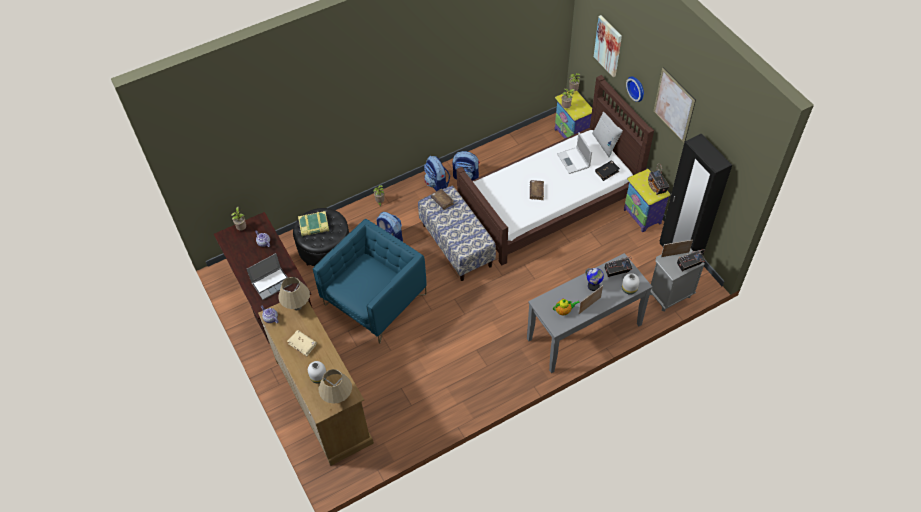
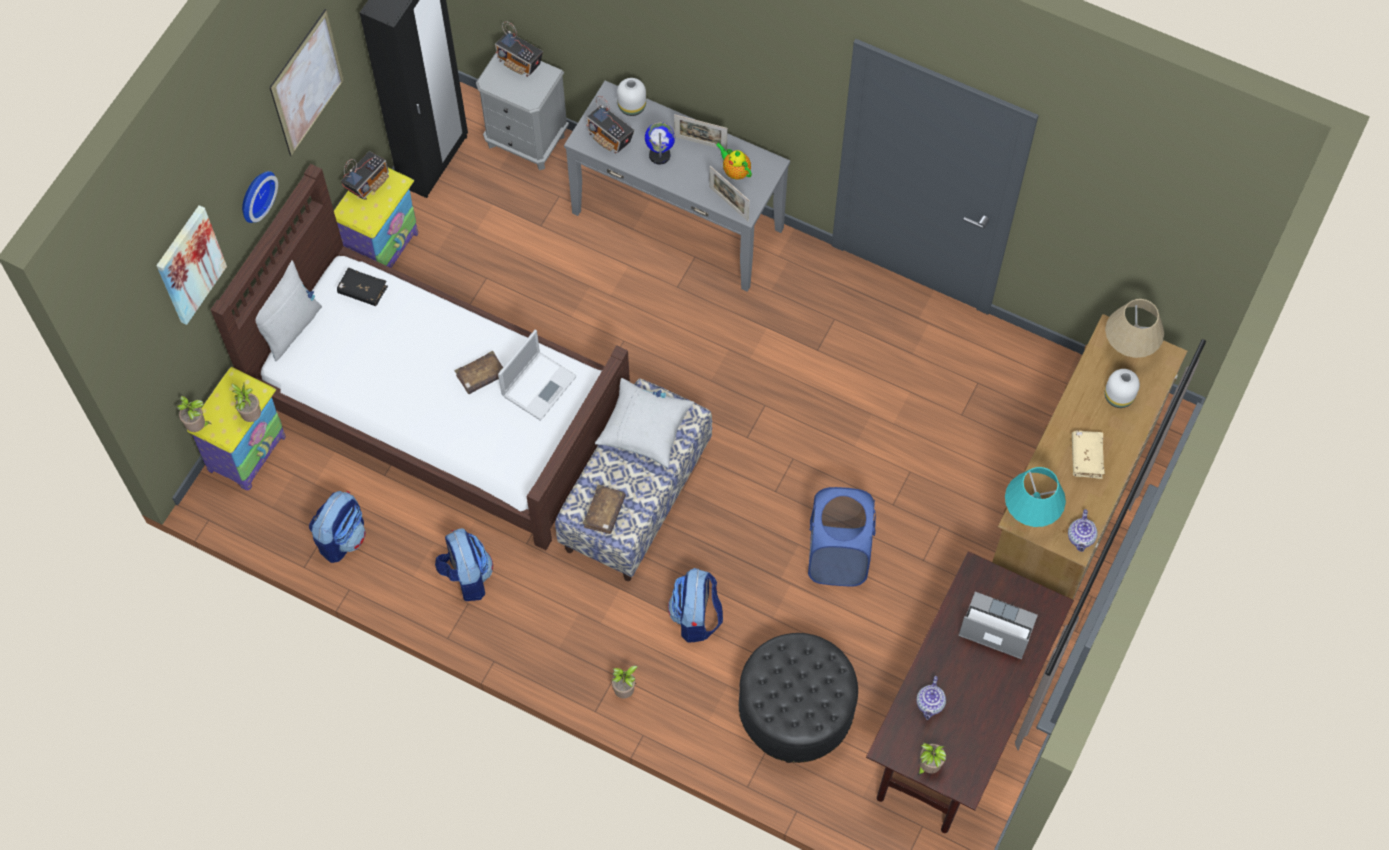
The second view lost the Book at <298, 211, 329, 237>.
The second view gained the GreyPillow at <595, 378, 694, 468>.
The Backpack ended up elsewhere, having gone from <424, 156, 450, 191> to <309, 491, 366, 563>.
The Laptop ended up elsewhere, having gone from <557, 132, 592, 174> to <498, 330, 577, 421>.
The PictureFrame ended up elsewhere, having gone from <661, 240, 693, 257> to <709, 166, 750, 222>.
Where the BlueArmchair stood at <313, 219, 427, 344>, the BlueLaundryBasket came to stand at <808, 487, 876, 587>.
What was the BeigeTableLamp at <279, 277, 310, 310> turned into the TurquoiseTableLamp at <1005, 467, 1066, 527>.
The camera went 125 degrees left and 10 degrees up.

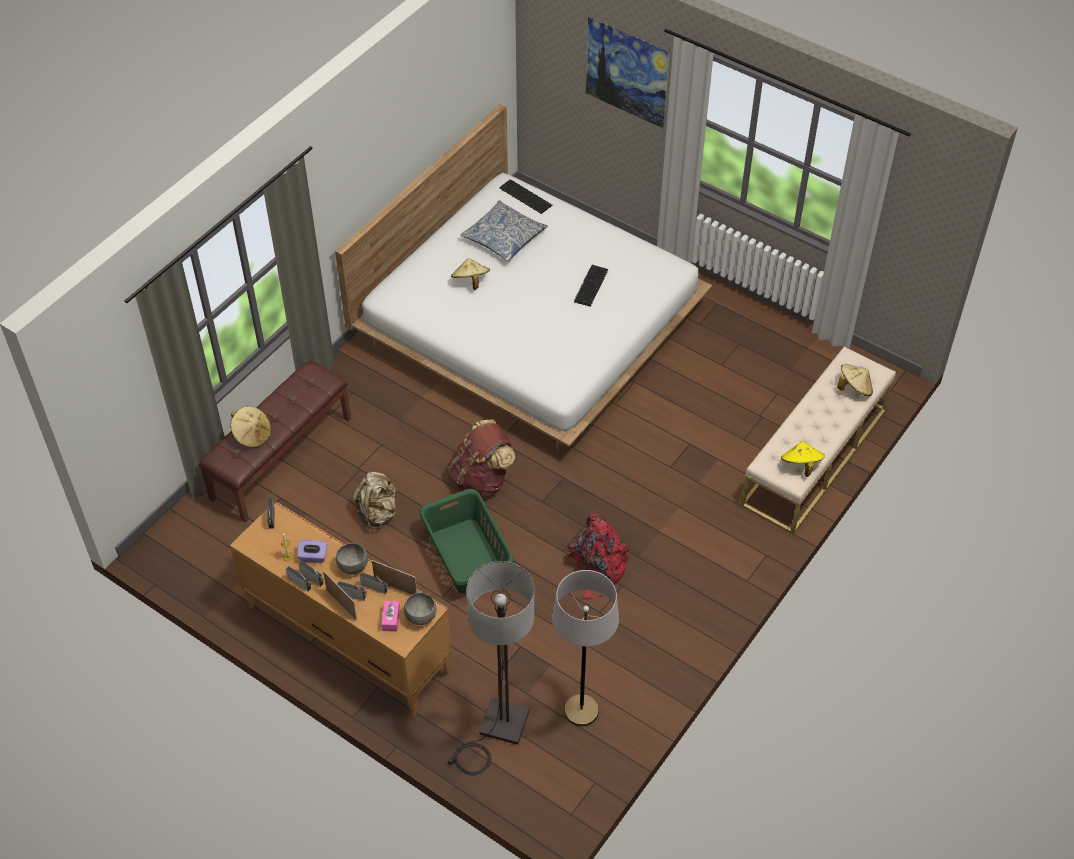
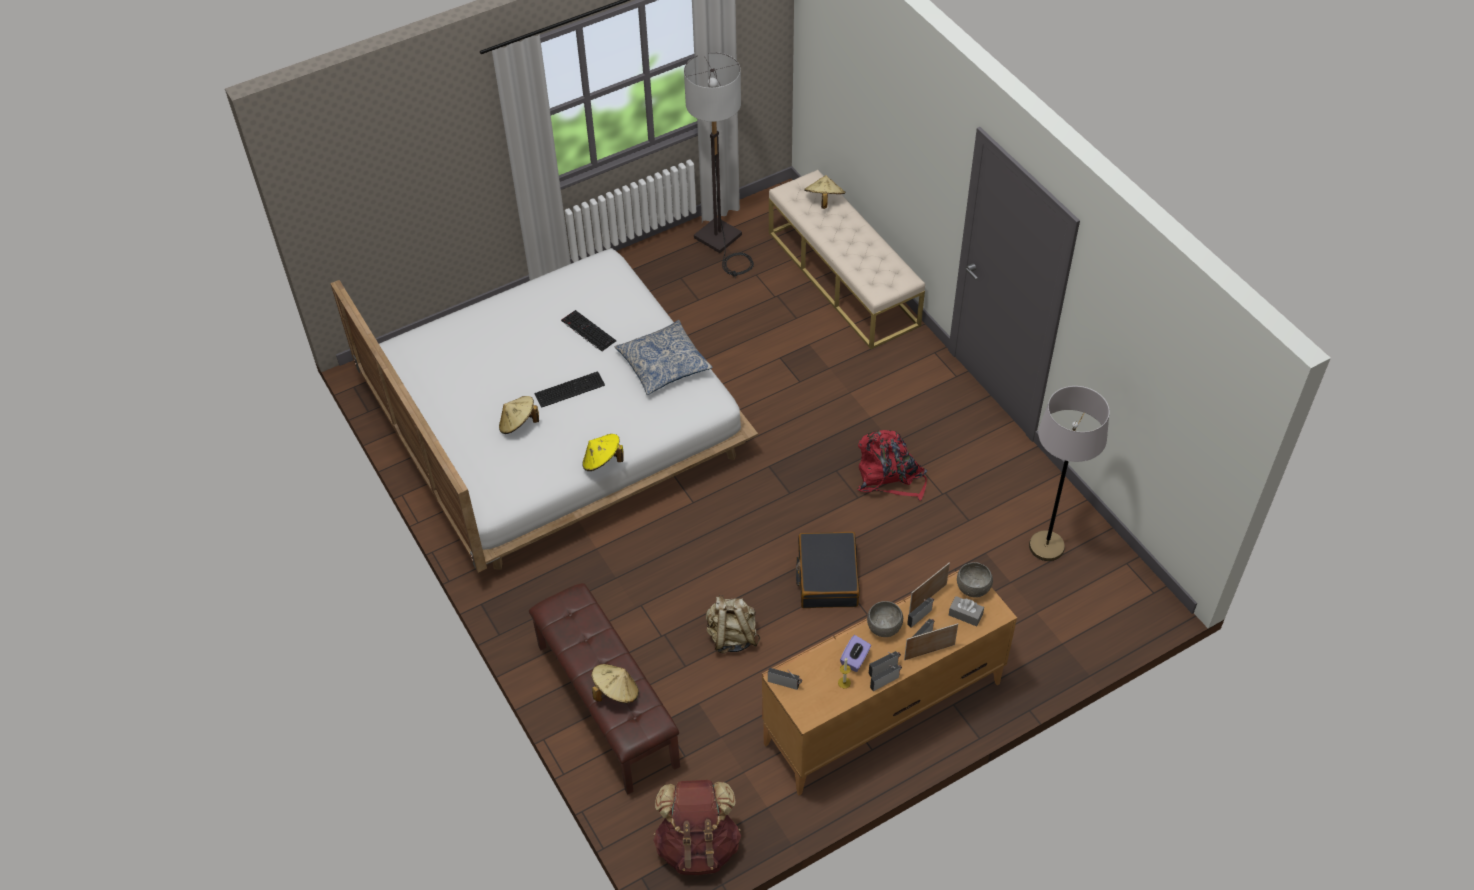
The second view lost the Picture at <586, 17, 670, 129>.
The BrownBackpack ended up elsewhere, having gone from <448, 419, 515, 497> to <653, 780, 741, 875>.
The FloorLamp ended up elsewhere, having gone from <448, 561, 534, 776> to <684, 52, 754, 278>.
The Pillow ended up elsewhere, having gone from <460, 200, 548, 262> to <614, 320, 712, 395>.
The Keyboard ended up elsewhere, having gone from <500, 179, 552, 214> to <534, 371, 605, 408>.
The YellowHat ended up elsewhere, having gone from <781, 441, 825, 477> to <582, 434, 624, 471>.
Where the GreenLaundryBasket stood at <419, 489, 514, 594>, the BlackSuitcase came to stand at <795, 532, 860, 608>.
What was the PinkTissueBox at <381, 601, 400, 632> turned into the GreyTissueBox at <949, 596, 984, 626>.
The camera went 65 degrees left and 0 degrees up.

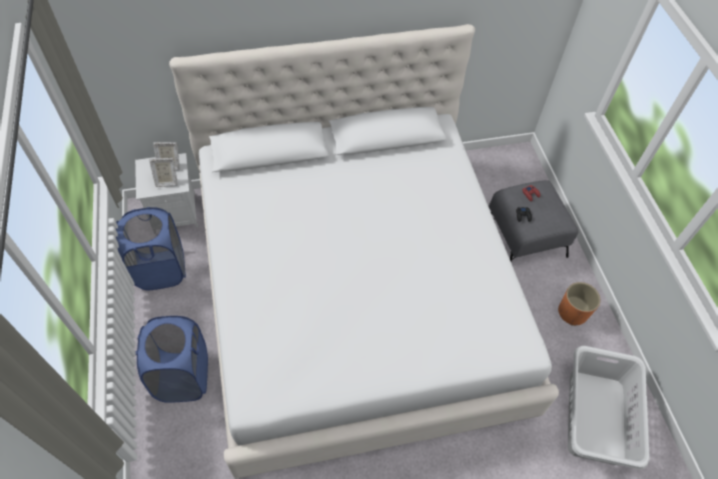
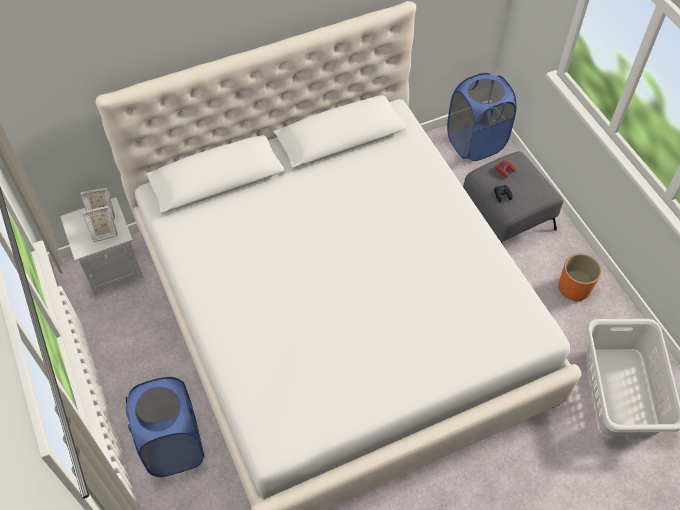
The BlueLaundryBasket ended up elsewhere, having gone from <116, 207, 186, 290> to <447, 73, 517, 161>.
The camera went 10 degrees left and 0 degrees up.

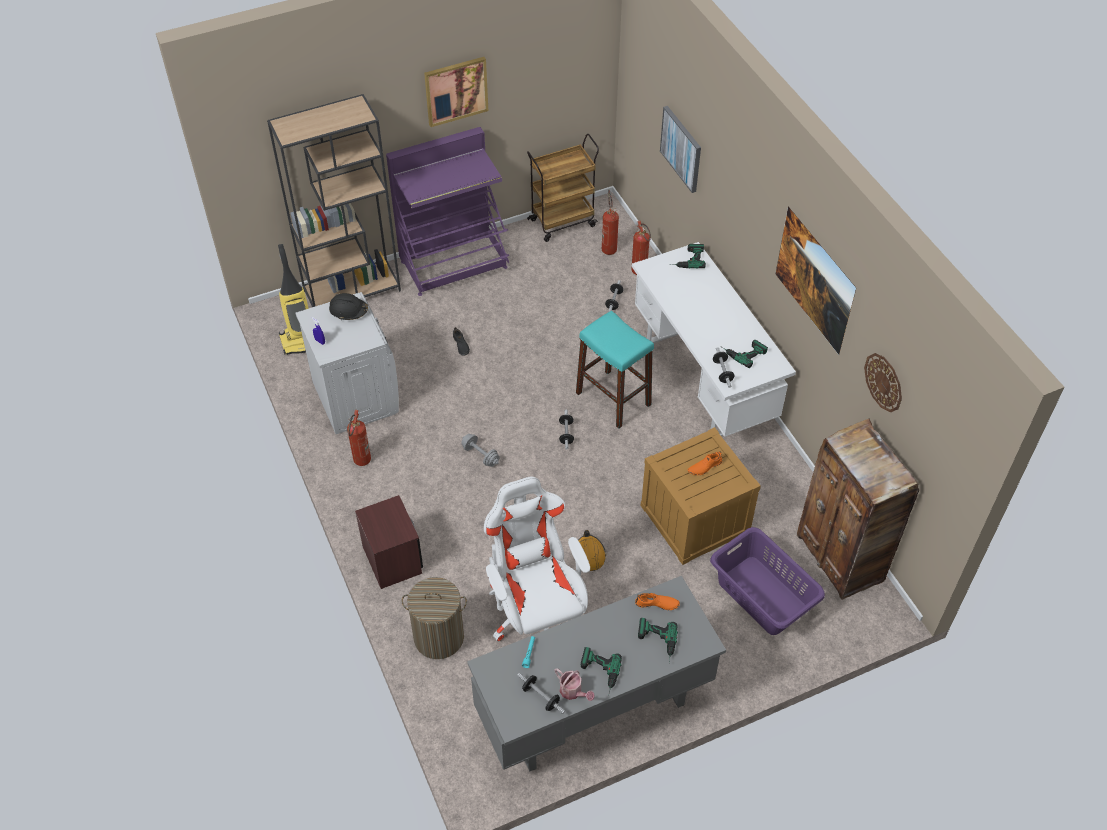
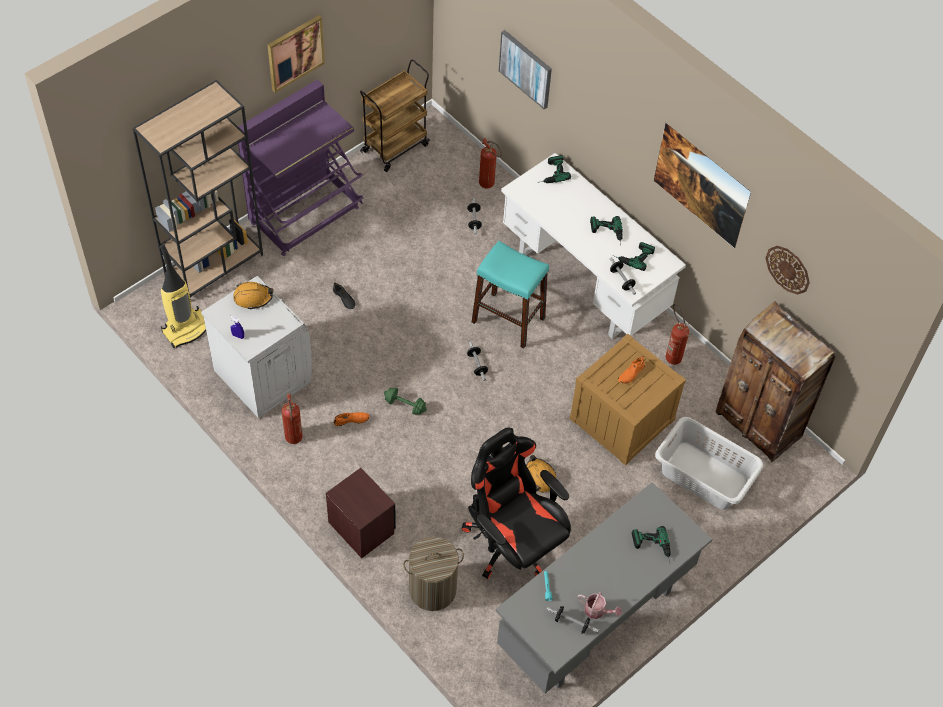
The PowerDrill ended up elsewhere, having gone from <581, 647, 622, 696> to <590, 216, 623, 245>.
The FireExtinguisher ended up elsewhere, having gone from <602, 190, 619, 255> to <666, 304, 689, 365>.
The OrangeShoe ended up elsewhere, having gone from <635, 593, 680, 610> to <334, 412, 370, 426>.
What was the BlackHardHat at <329, 293, 368, 320> turned into the OrangeHardHat at <233, 282, 273, 310>.
What was the GreyDumbbell at <461, 434, 500, 467> turned into the GreenDumbbell at <384, 388, 427, 415>.
What was the WhiteOfficeChair at <484, 476, 590, 641> turned into the BlackOfficeChair at <462, 427, 571, 579>.
What was the PurpleLaundryBasket at <710, 527, 825, 635> turned into the GreyLaundryBasket at <655, 417, 763, 510>.
The camera went 20 degrees left and 5 degrees up.

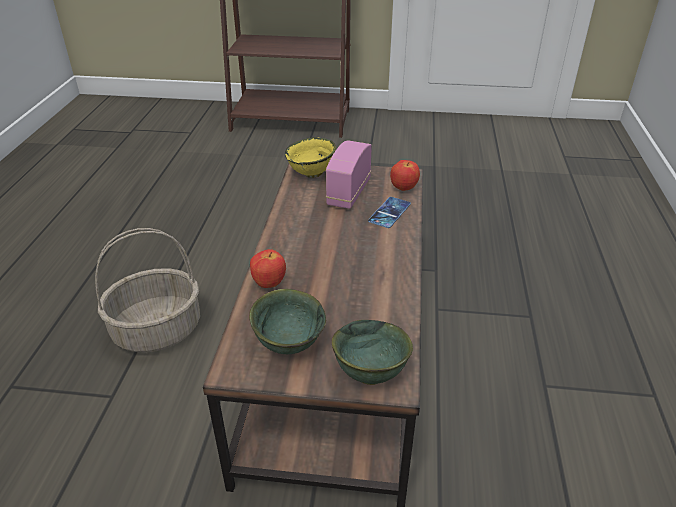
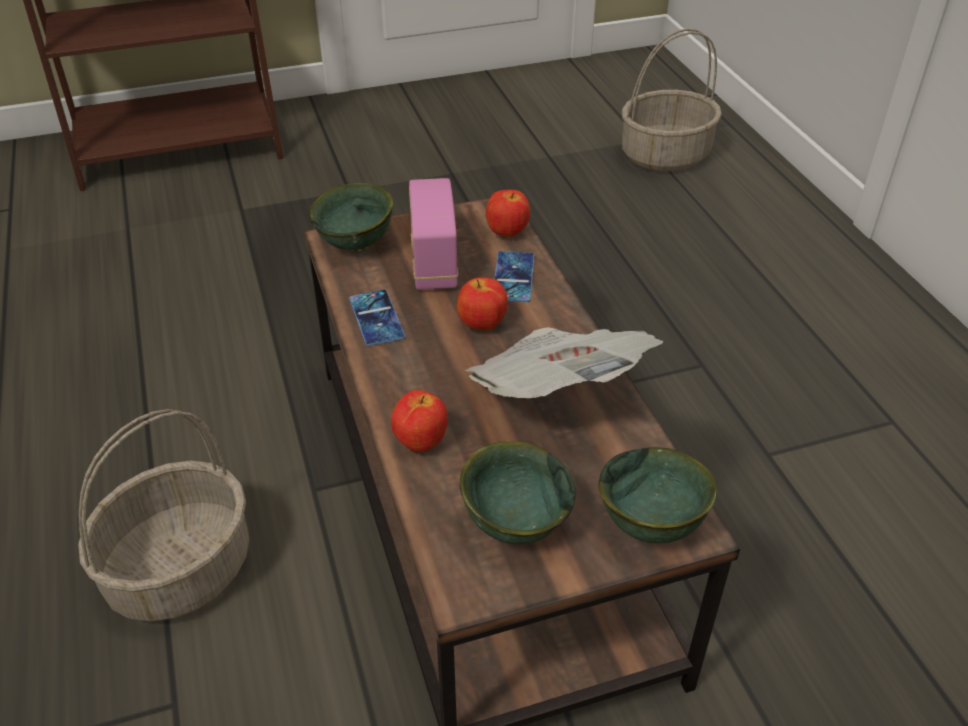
The second view gained the Phone at <349, 290, 405, 346>.
The second view gained the Apple at <457, 277, 508, 331>.
The second view gained the Newspaper at <465, 327, 663, 398>.
The second view gained the Basket at <622, 28, 722, 172>.
What was the YellowBowl at <285, 137, 336, 178> turned into the GreenBowl at <308, 183, 393, 252>.
The camera went 25 degrees left and 5 degrees up.

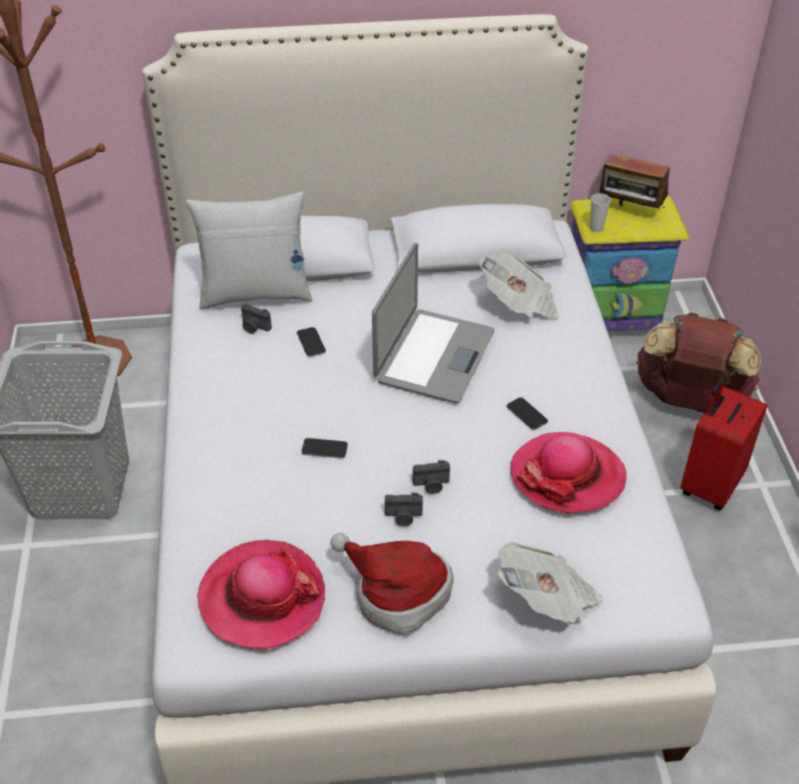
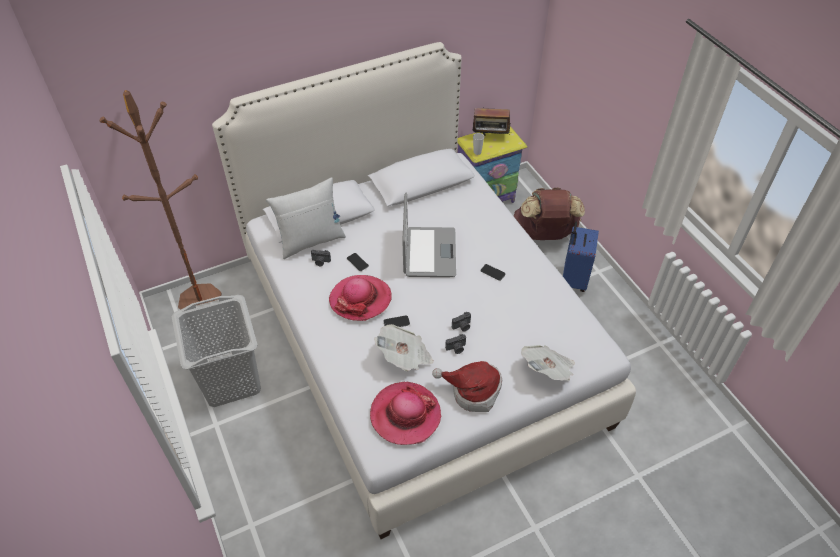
The Newspaper ended up elsewhere, having gone from <479, 252, 559, 319> to <374, 324, 434, 371>.
The Hat ended up elsewhere, having gone from <511, 432, 627, 515> to <329, 275, 392, 321>.
What was the RedSuitcase at <680, 375, 767, 510> turned into the BlueSuitcase at <563, 222, 599, 292>.
The camera went 20 degrees left and 5 degrees up.

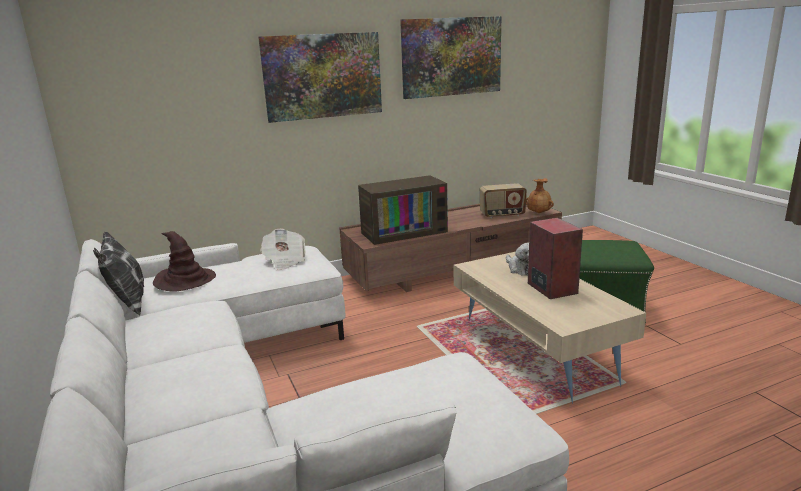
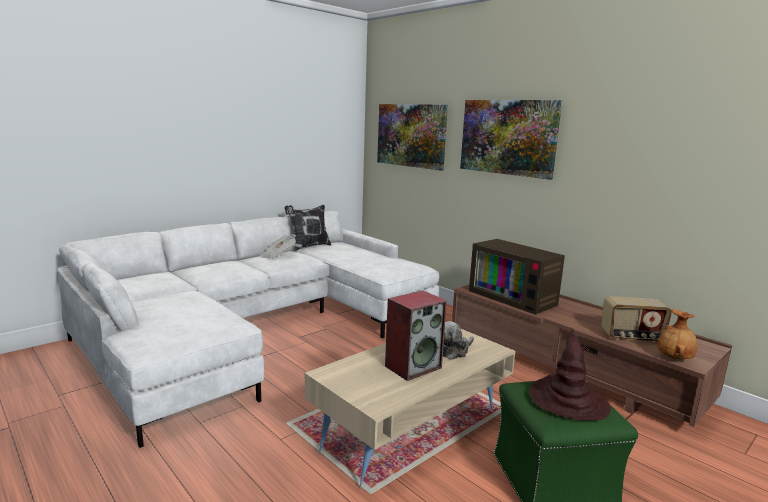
The BrownHat ended up elsewhere, having gone from <153, 231, 216, 291> to <529, 333, 611, 421>.
The Newspaper ended up elsewhere, having gone from <260, 228, 306, 270> to <260, 234, 296, 259>.
The Picture ended up elsewhere, having gone from <400, 16, 501, 99> to <377, 104, 448, 171>.
The Radio at <480, 183, 527, 218> ended up facing another way, 60 degrees counterclockwise from before.
The camera went 70 degrees right and 5 degrees down.

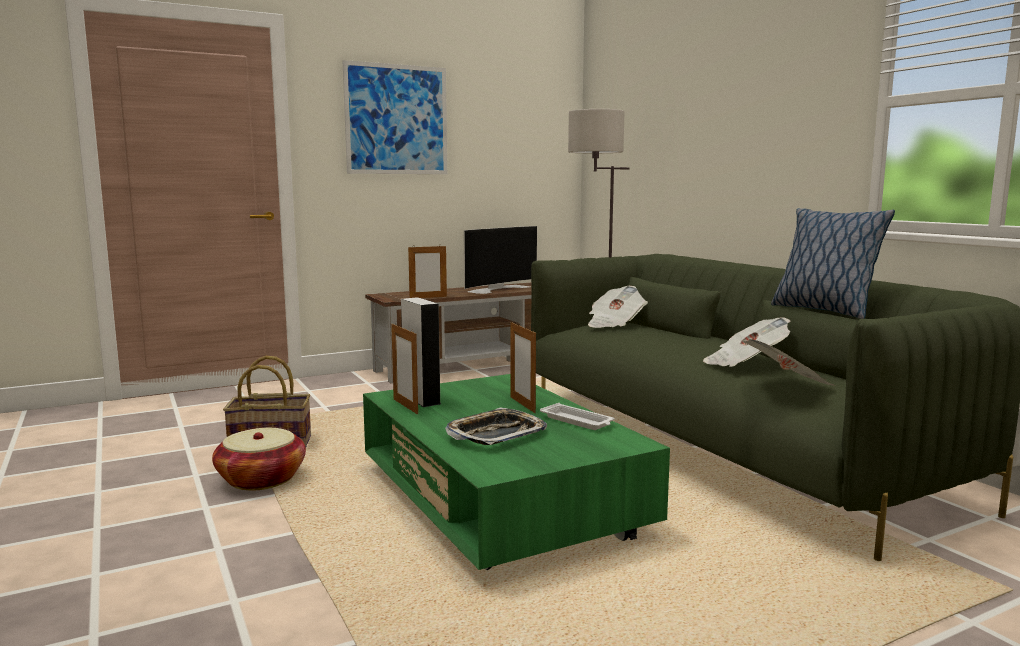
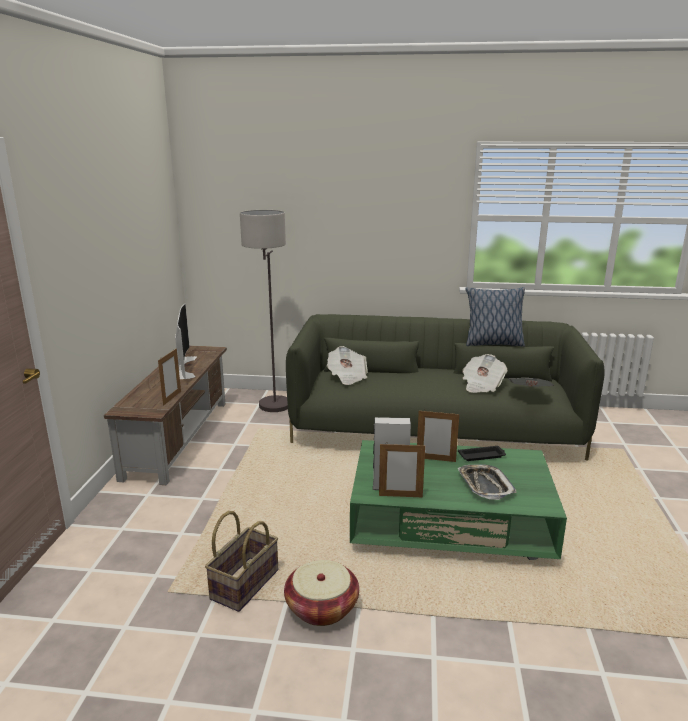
The second view lost the Picture at <342, 60, 447, 174>.
What was the WhiteTray at <540, 403, 615, 430> turned into the BlackTray at <458, 446, 506, 461>.
The camera went 55 degrees left and 10 degrees up.

